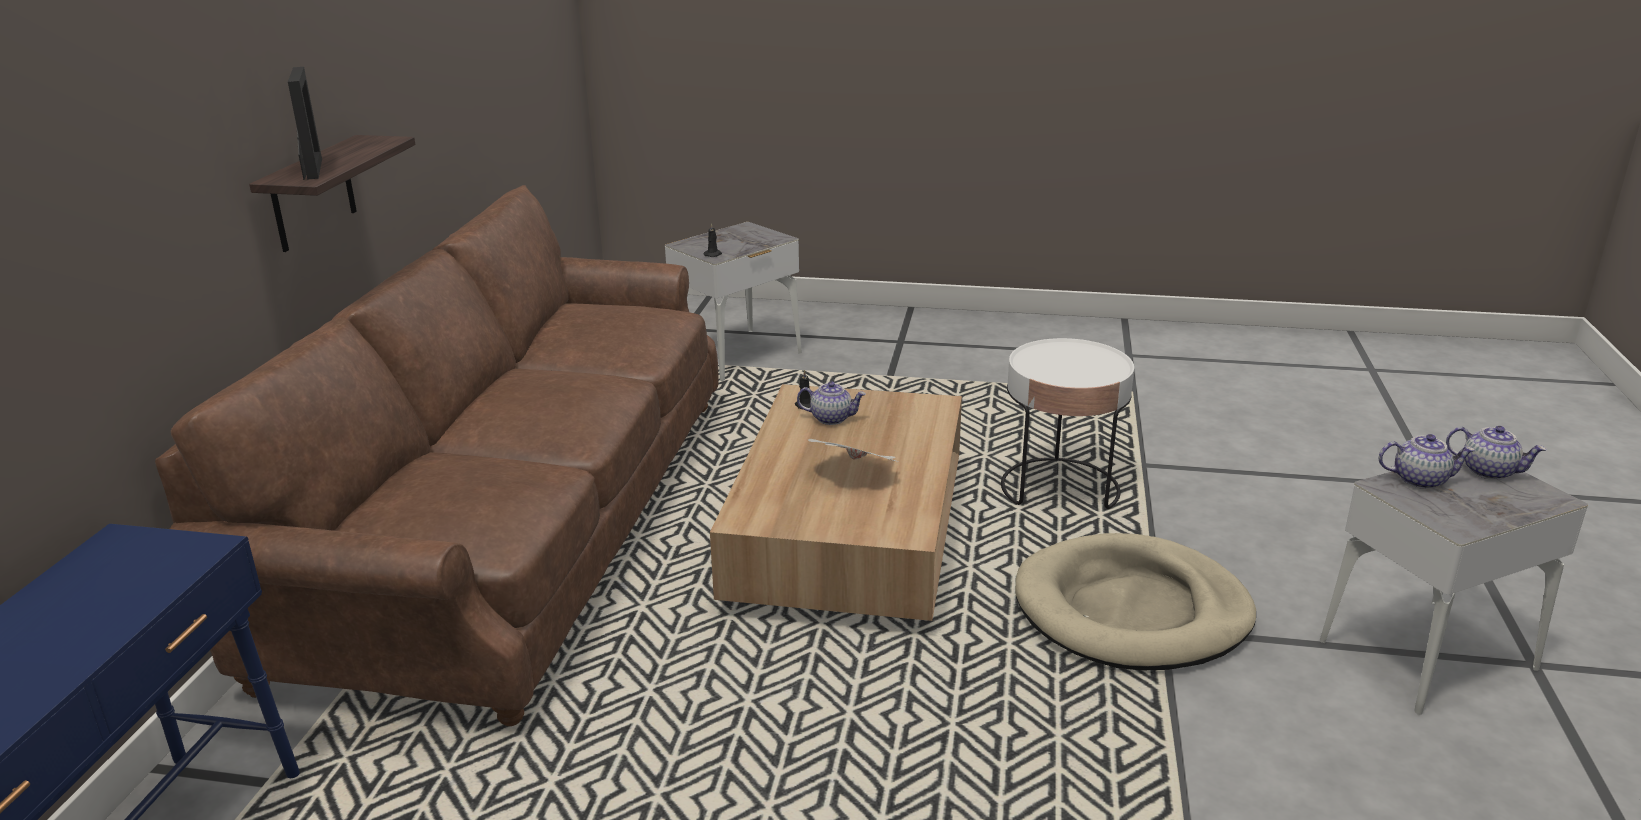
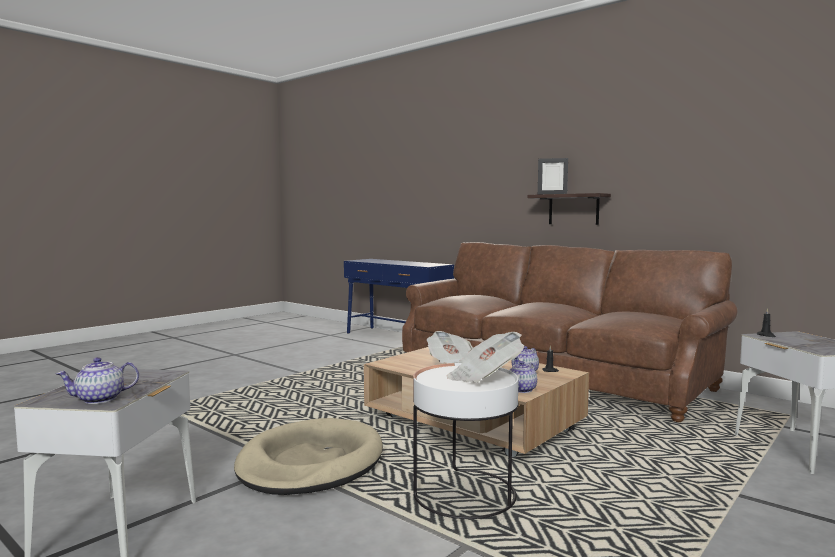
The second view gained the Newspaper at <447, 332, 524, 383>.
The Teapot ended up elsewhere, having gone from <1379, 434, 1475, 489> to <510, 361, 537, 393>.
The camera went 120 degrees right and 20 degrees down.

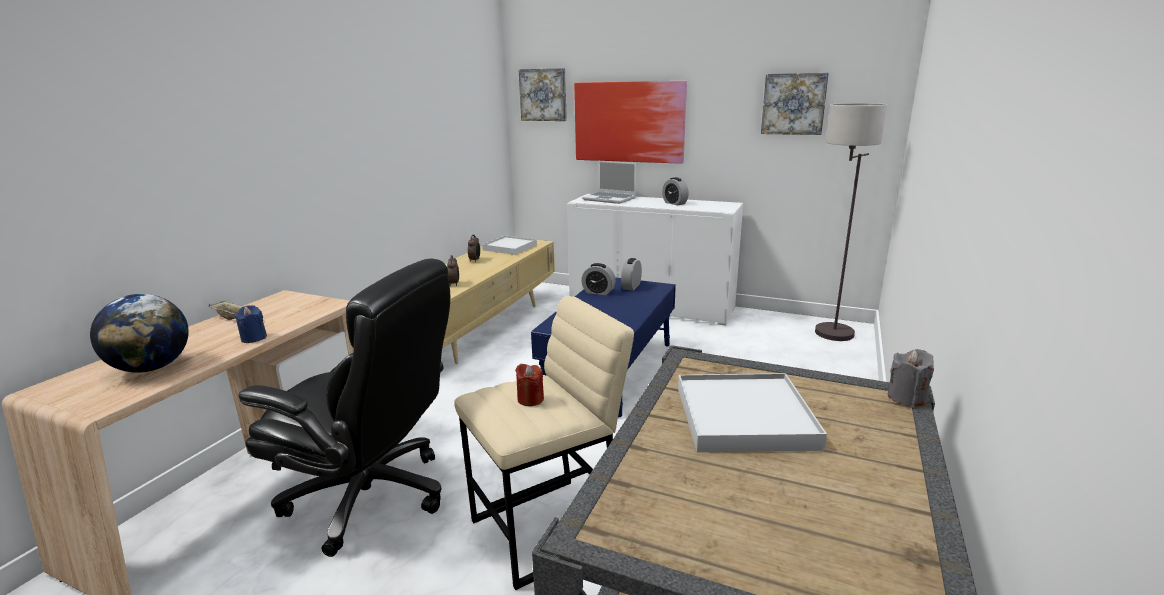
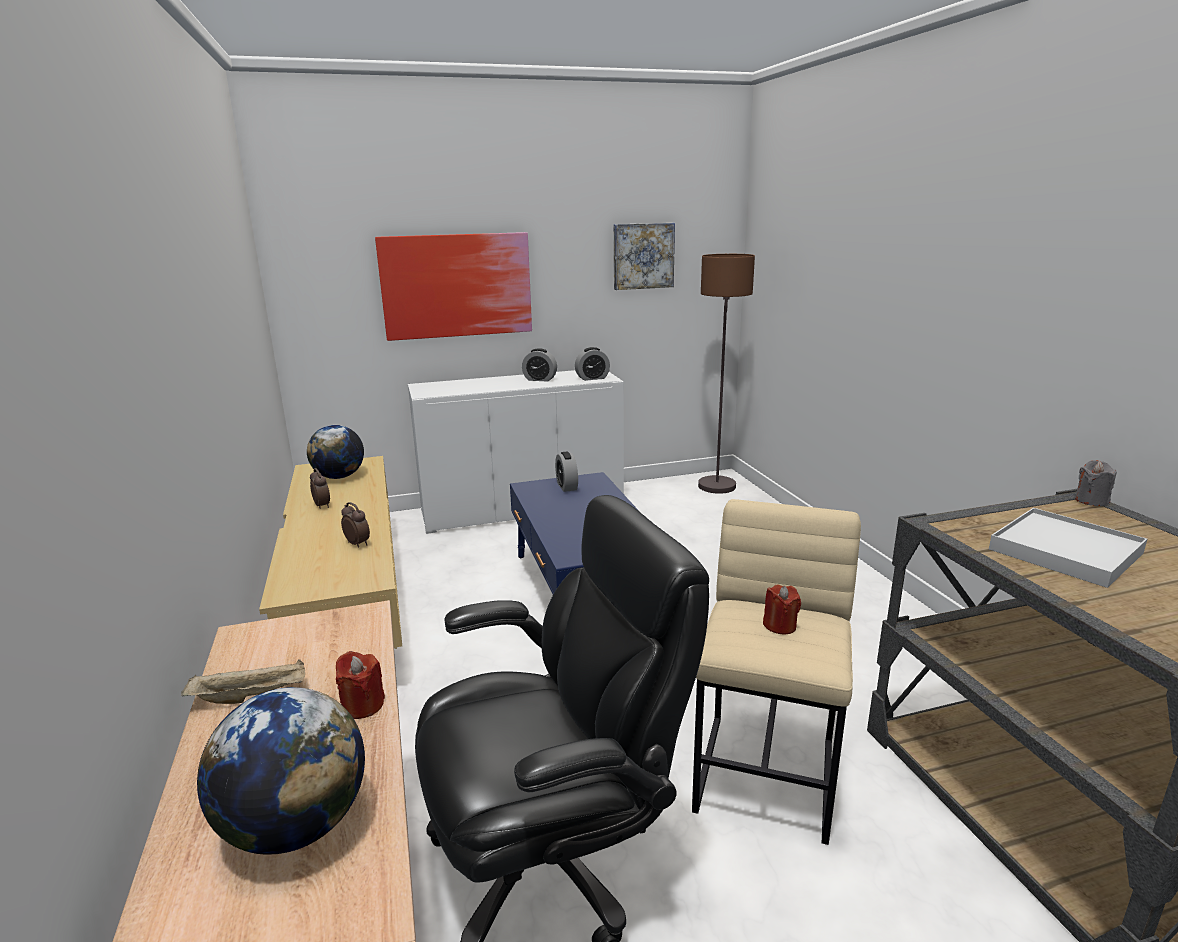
The second view lost the Picture at <519, 68, 567, 121>.
The second view lost the Laptop at <582, 161, 636, 204>.
The AlarmClock ended up elsewhere, having gone from <581, 263, 616, 295> to <575, 347, 610, 381>.
Where the WhiteTray stood at <482, 235, 537, 255>, the Globe came to stand at <307, 425, 364, 479>.
What was the BlueCandle at <234, 305, 267, 343> turned into the RedCandle at <336, 651, 385, 719>.
What was the GreyFloorLamp at <815, 103, 887, 341> turned into the BrownFloorLamp at <698, 254, 755, 494>.
The camera went 40 degrees left and 0 degrees up.

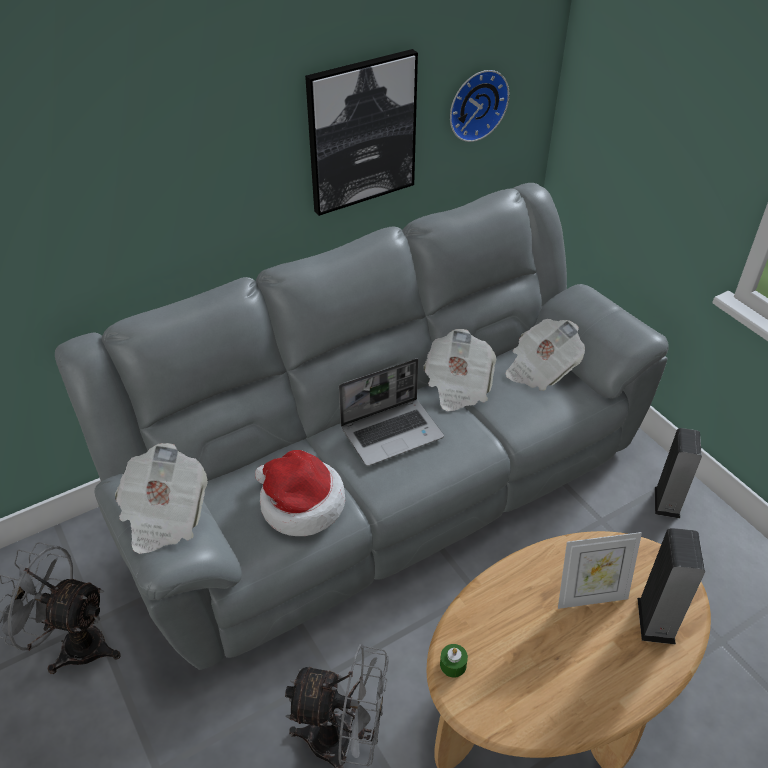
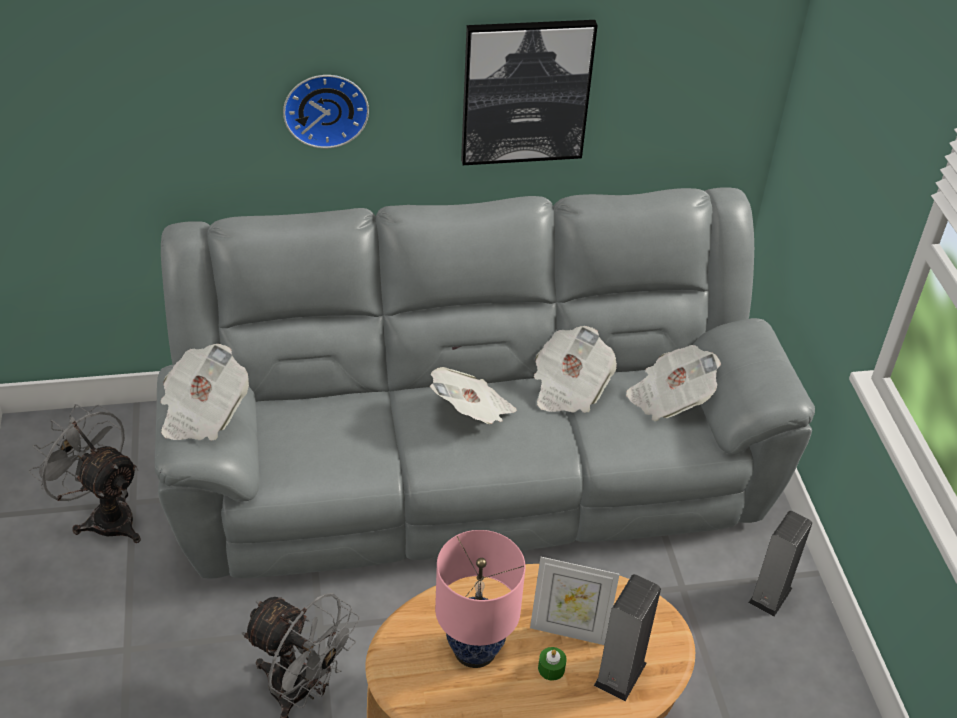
The second view lost the Hat at <255, 450, 345, 536>.
The second view gained the PinkTableLamp at <435, 530, 526, 668>.
The GreenCandle ended up elsewhere, having gone from <440, 644, 468, 678> to <538, 647, 567, 680>.
The WallClock ended up elsewhere, having gone from <450, 70, 509, 142> to <283, 75, 369, 148>.
Where the Laptop stood at <339, 358, 444, 466>, the Newspaper came to stand at <430, 367, 517, 424>.
The camera went 20 degrees right and 0 degrees up.

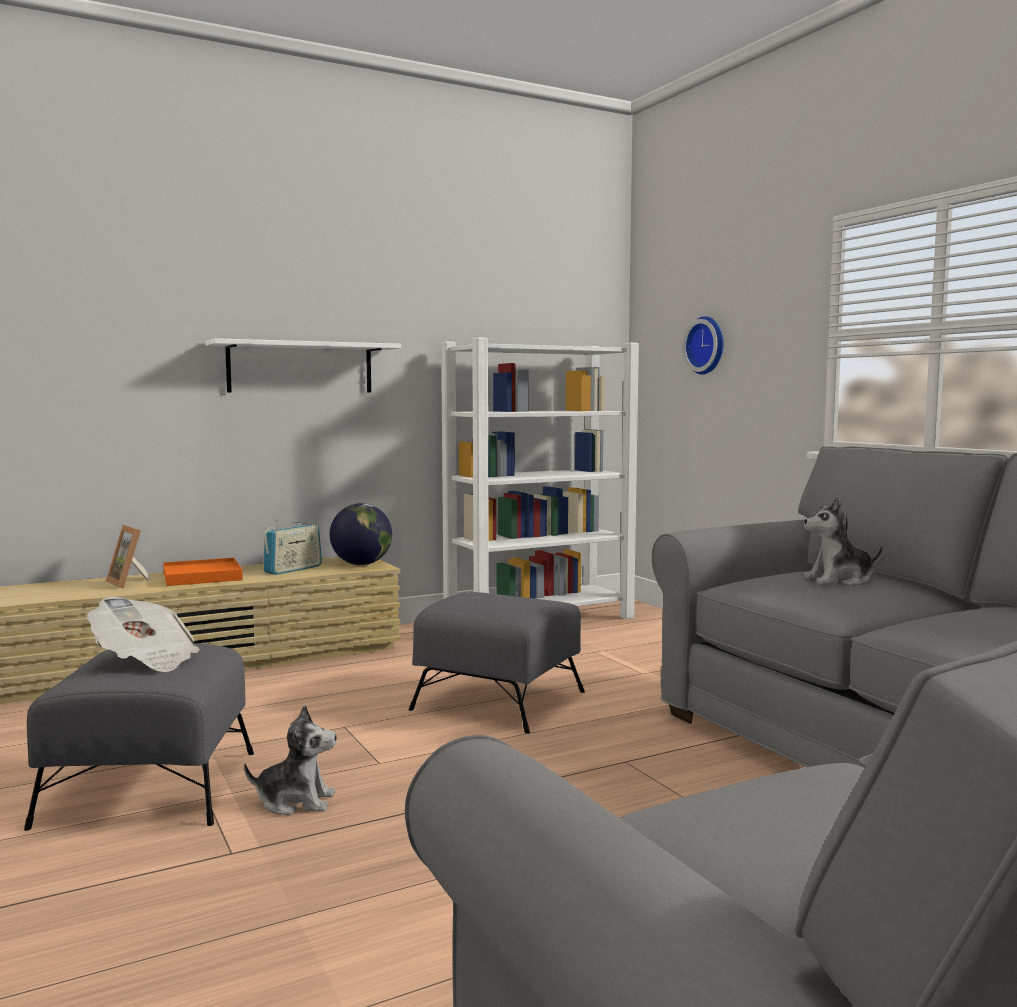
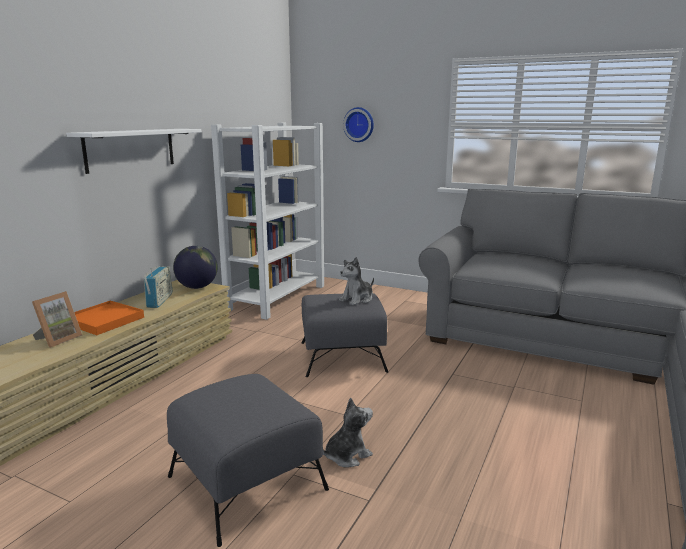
The second view lost the Newspaper at <87, 597, 200, 672>.
The PlushToy ended up elsewhere, having gone from <803, 497, 883, 586> to <339, 257, 374, 305>.
The PictureFrame at <106, 525, 150, 589> ended up facing another way, 75 degrees counterclockwise from before.
The camera went 35 degrees left and 10 degrees up.

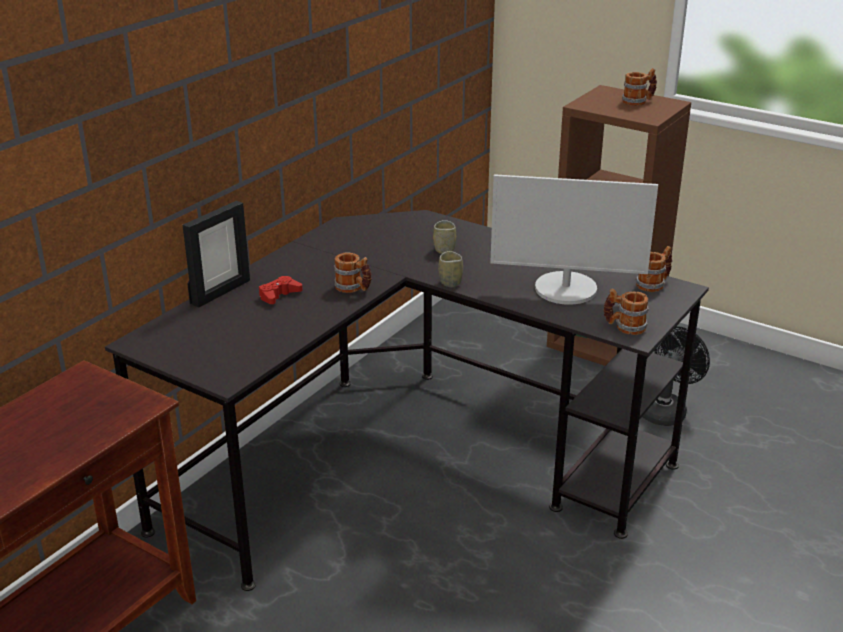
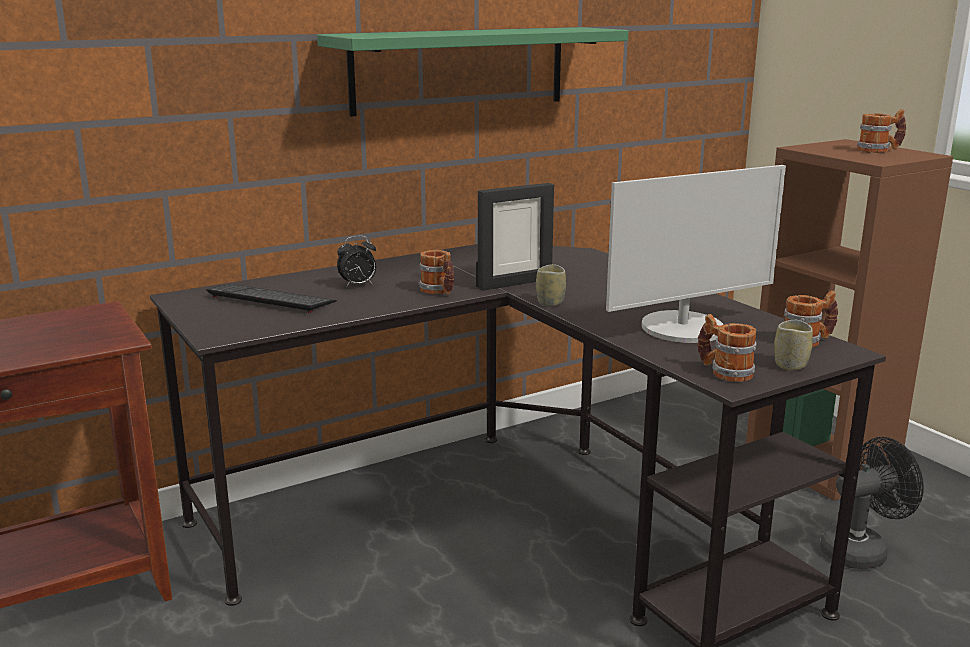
The second view gained the Keyboard at <206, 284, 337, 313>.
The second view gained the GreenShelf at <317, 27, 629, 117>.
The PictureFrame ended up elsewhere, having gone from <183, 201, 250, 308> to <476, 183, 554, 291>.
The Cup ended up elsewhere, having gone from <433, 220, 456, 254> to <774, 320, 813, 371>.
Where the RedGameController stood at <259, 276, 303, 304>, the AlarmClock came to stand at <337, 235, 376, 288>.
The Monitor at <490, 174, 658, 305> ended up facing another way, 60 degrees counterclockwise from before.
The camera went 25 degrees right and 10 degrees down.

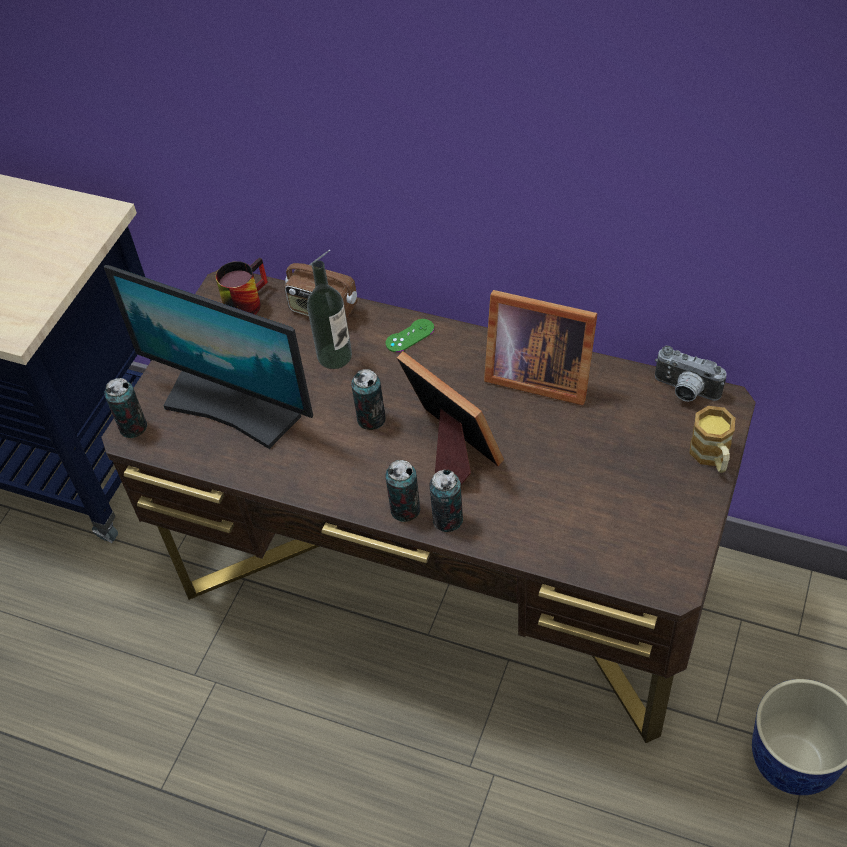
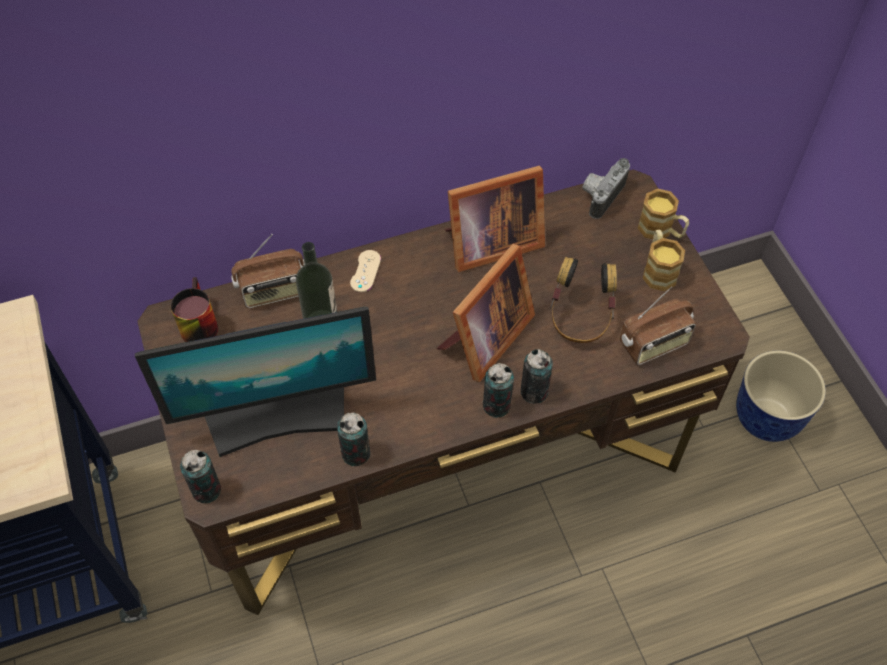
The second view gained the Headphones at <550, 257, 617, 343>.
The second view gained the Radio at <619, 287, 696, 365>.
The second view gained the Mug at <643, 230, 685, 291>.
The Can ended up elsewhere, having gone from <351, 369, 386, 430> to <337, 412, 370, 466>.
What was the GreenGameController at <386, 319, 434, 352> turned into the BeigeGameController at <350, 250, 381, 292>.
The PictureFrame at <397, 351, 504, 485> ended up facing another way, 120 degrees clockwise from before.
The PhotoCamera at <655, 346, 727, 402> ended up facing another way, 135 degrees clockwise from before.
The camera went 45 degrees left and 5 degrees up.

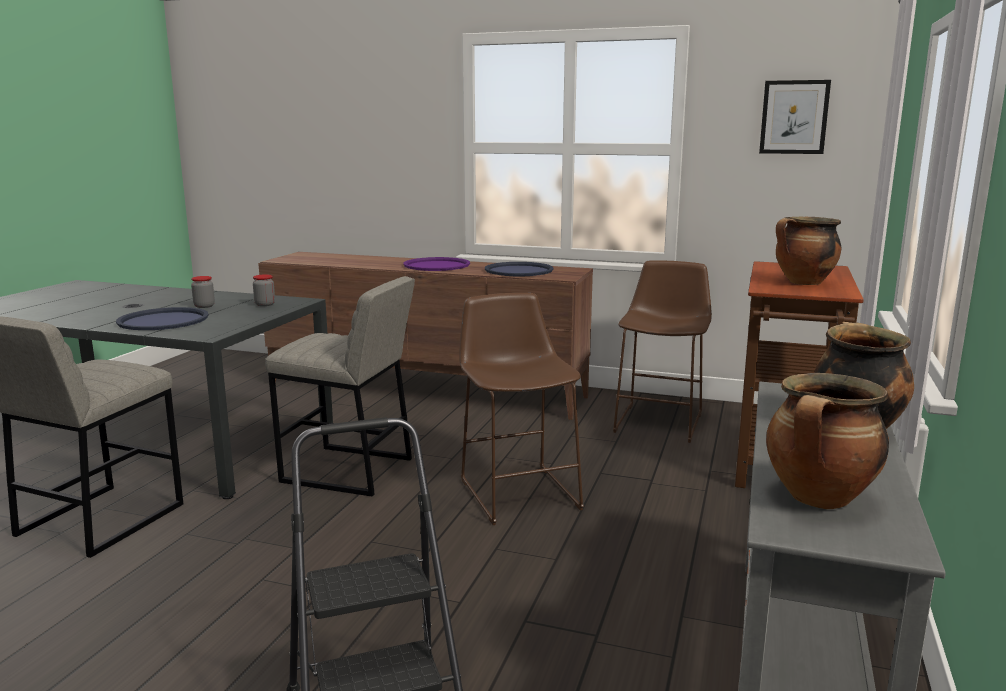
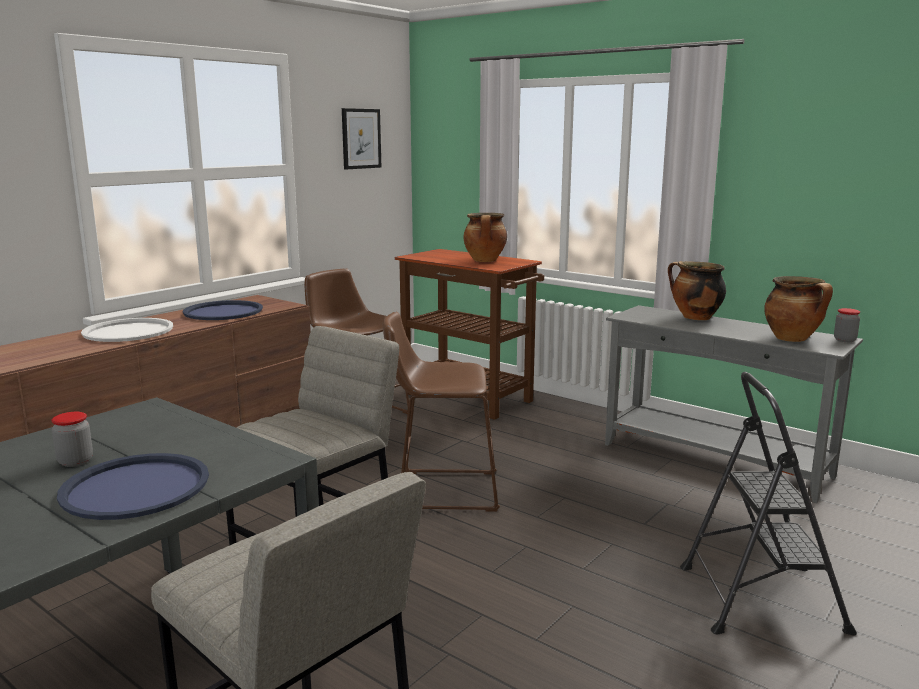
The Jar ended up elsewhere, having gone from <253, 275, 275, 306> to <834, 308, 860, 342>.
What was the PurpleTray at <403, 257, 470, 271> turned into the WhiteTray at <81, 318, 173, 342>.
The camera went 70 degrees left and 0 degrees up.

